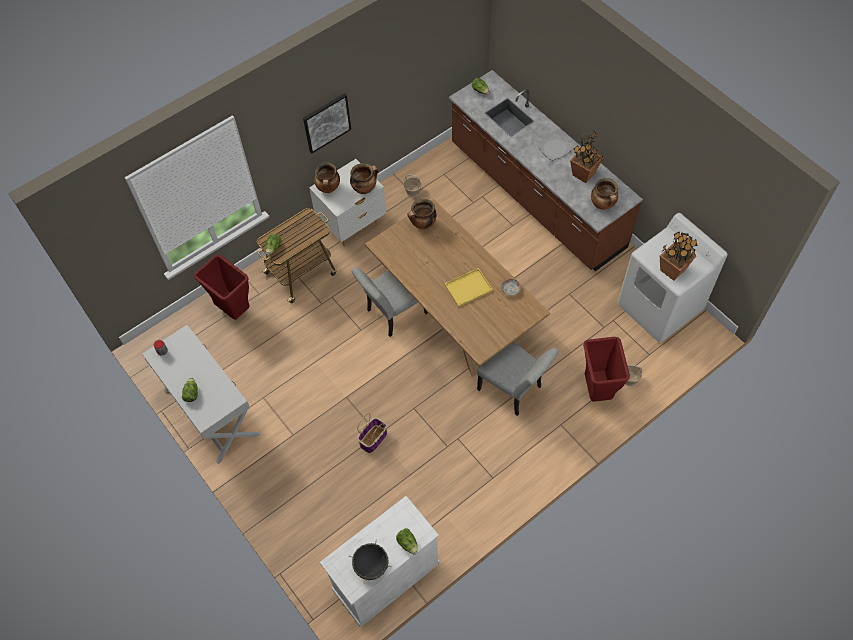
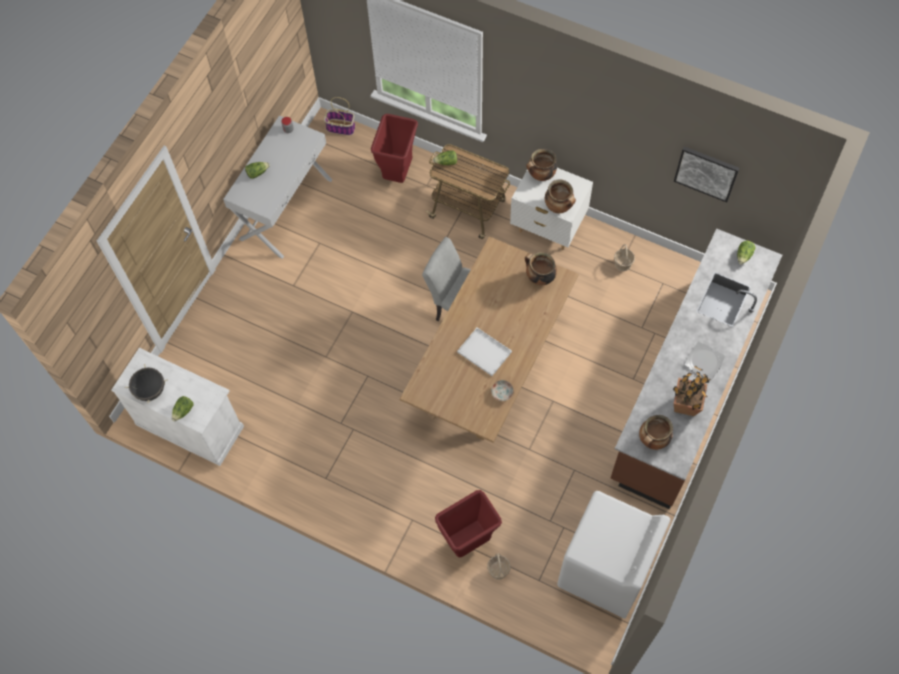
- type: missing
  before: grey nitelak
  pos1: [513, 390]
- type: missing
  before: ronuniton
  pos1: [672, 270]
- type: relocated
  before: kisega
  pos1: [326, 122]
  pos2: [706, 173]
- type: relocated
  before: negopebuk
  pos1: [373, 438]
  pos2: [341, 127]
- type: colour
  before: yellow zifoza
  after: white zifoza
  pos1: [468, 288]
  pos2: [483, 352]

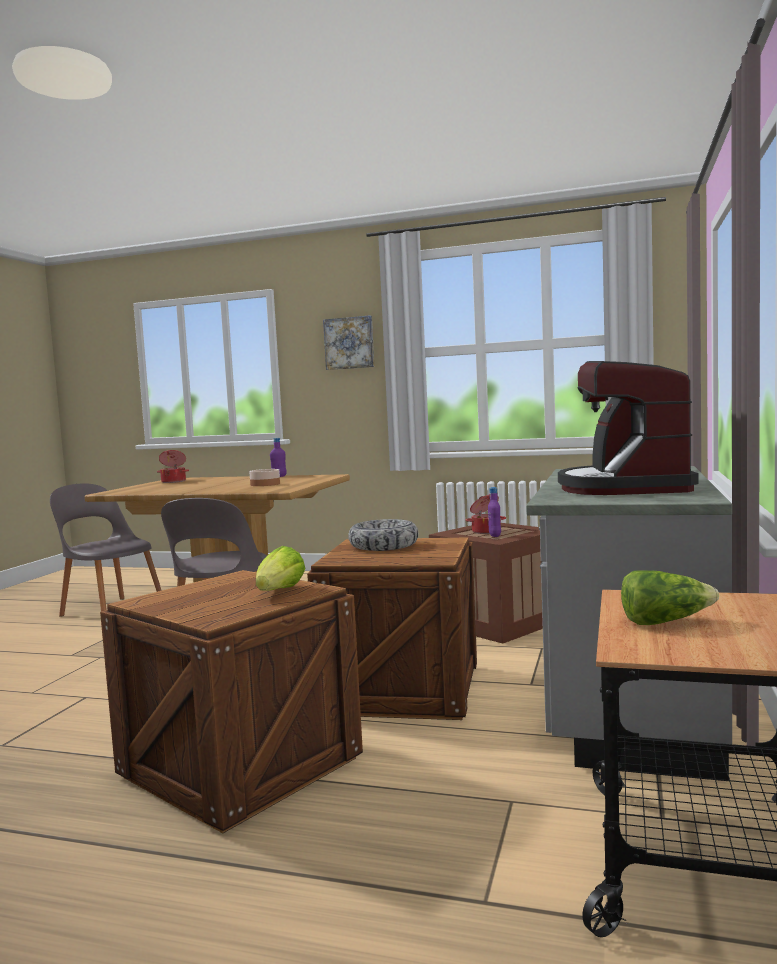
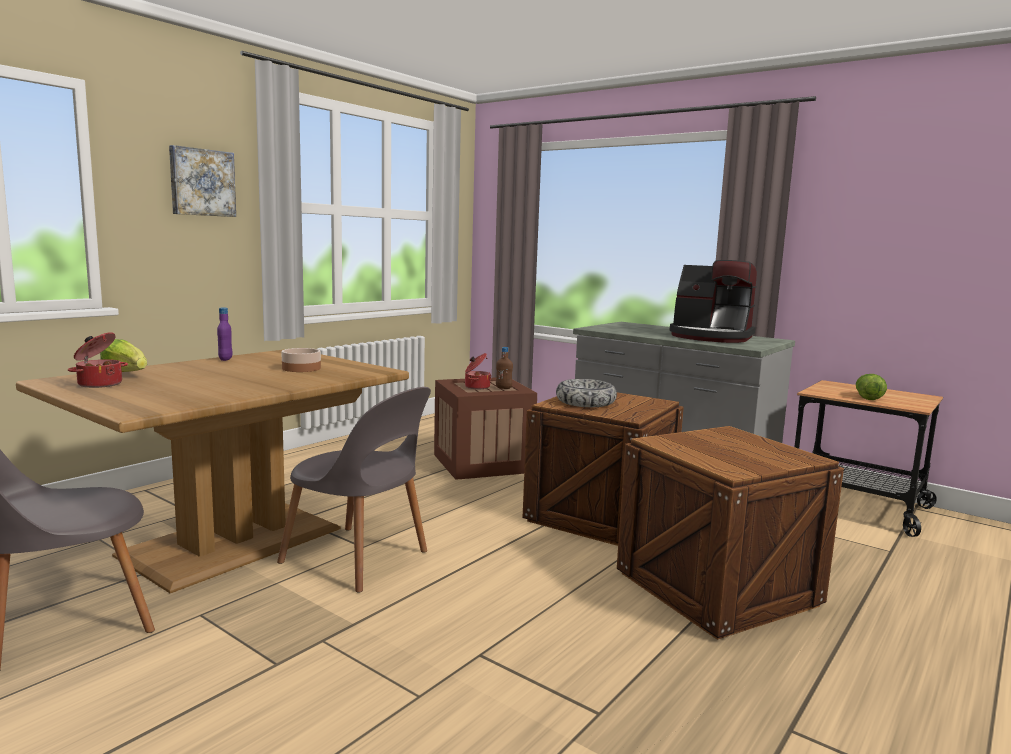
- type: relocated
  before: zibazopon
  pos1: [280, 592]
  pos2: [126, 374]
- type: colour
  before: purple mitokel
  after: brown mitokel
  pos1: [495, 535]
  pos2: [503, 388]

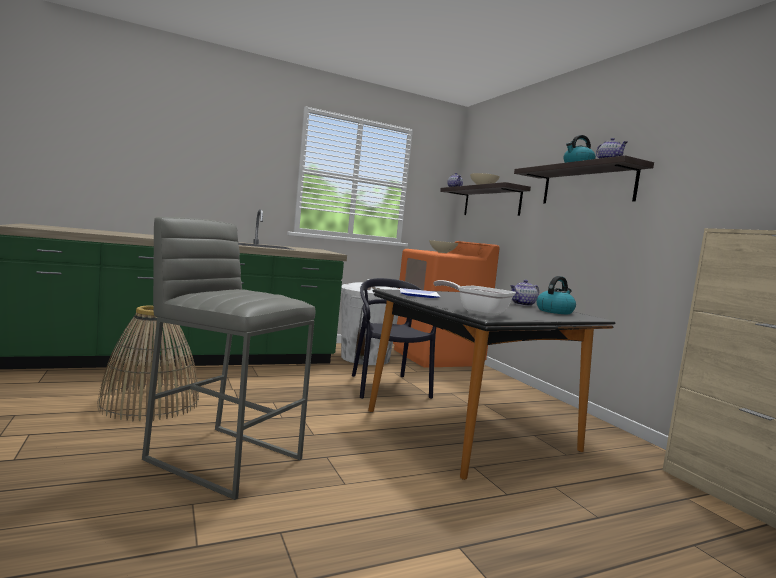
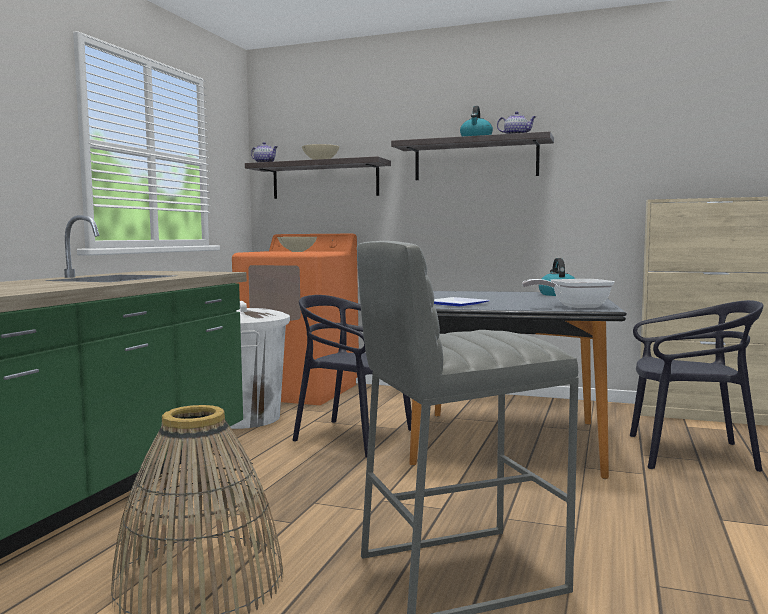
- type: missing
  before: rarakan
  pos1: [522, 304]
- type: appeared
  after: black nitelak
  pos2: [689, 454]

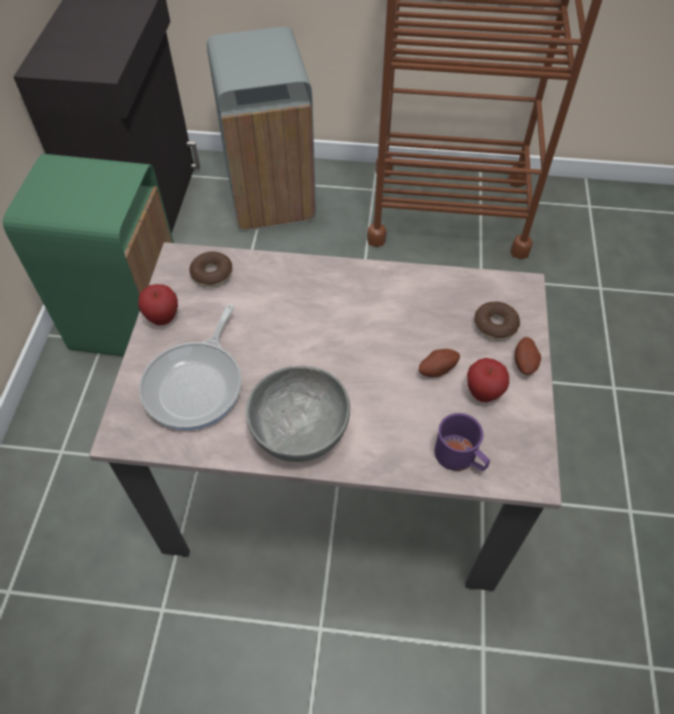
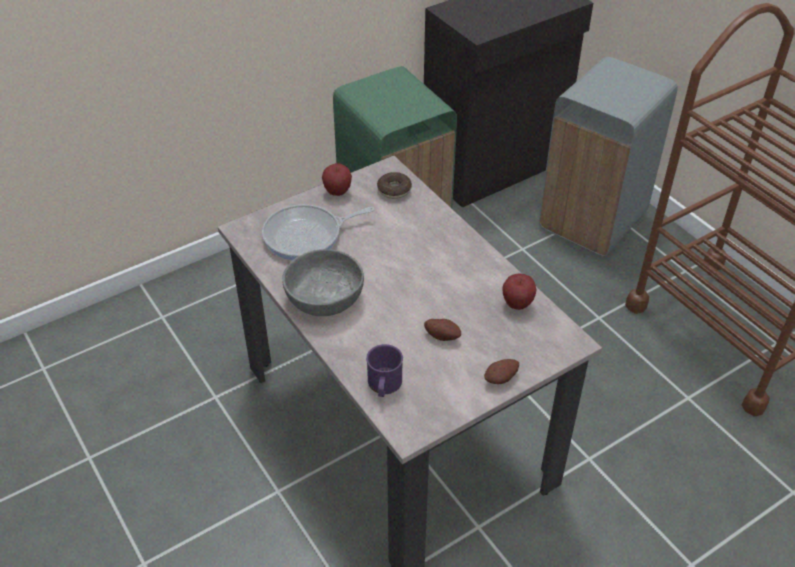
- type: missing
  before: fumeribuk
  pos1: [495, 325]
- type: relocated
  before: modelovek
  pos1: [483, 393]
  pos2: [517, 304]

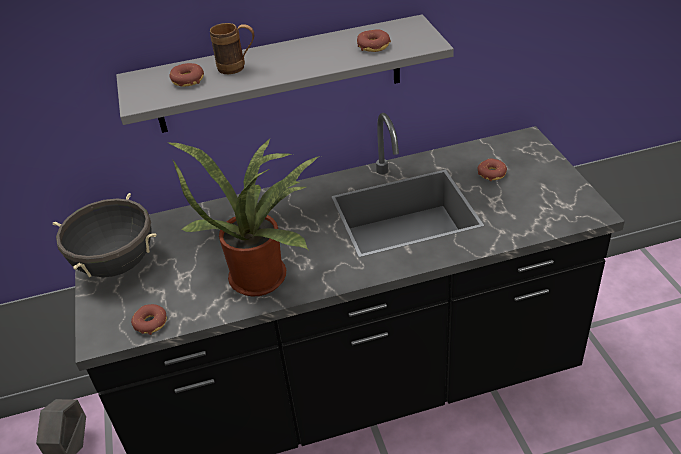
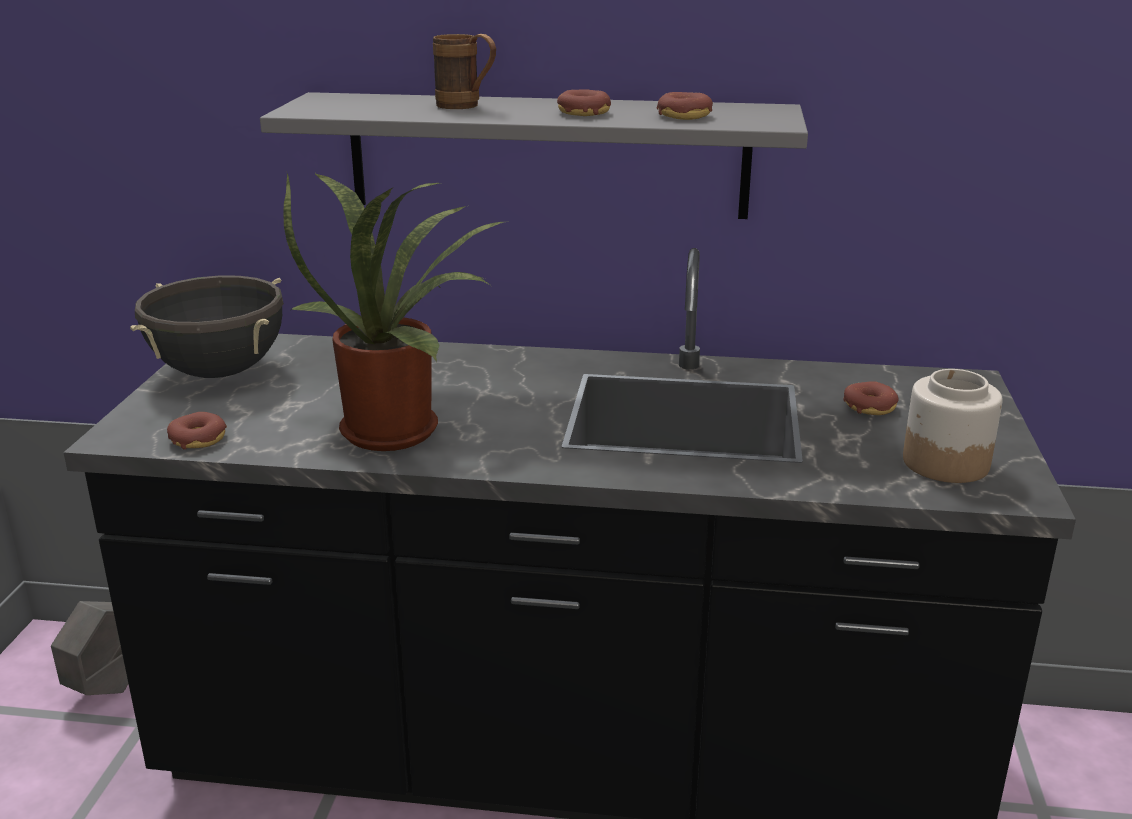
- type: appeared
  after: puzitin
  pos2: [945, 462]
- type: relocated
  before: fumeribuk
  pos1: [188, 80]
  pos2: [583, 112]

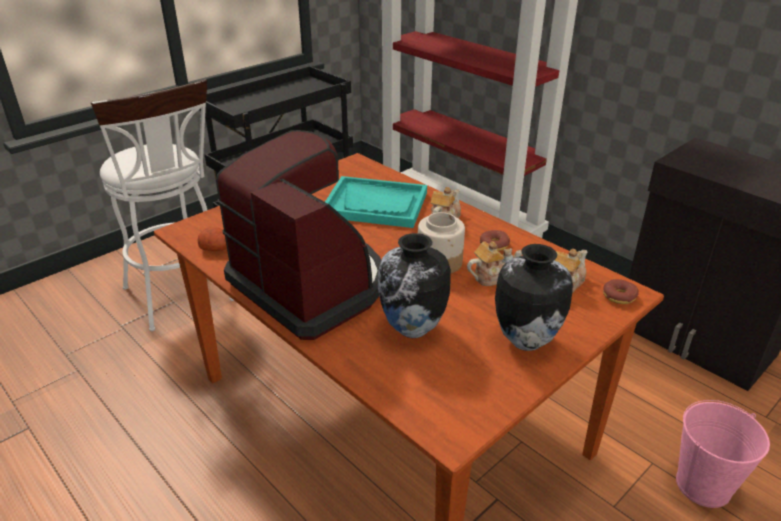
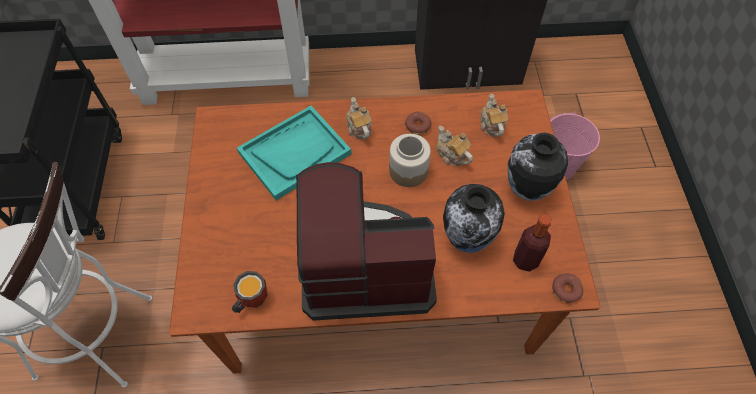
- type: appeared
  after: mitokel
  pos2: [525, 260]
- type: relocated
  before: fumeribuk
  pos1: [619, 296]
  pos2: [566, 290]
- type: exchanged
  before: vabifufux
  after: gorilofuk
  pos1: [217, 248]
  pos2: [251, 300]
- type: spun
  before: rarakan
  pos1: [493, 277]
  pos2: [451, 155]
  turn: -60

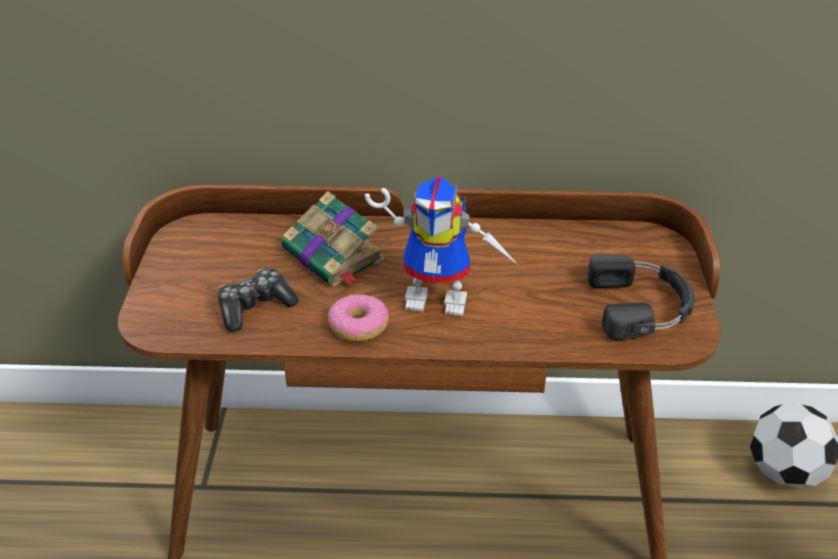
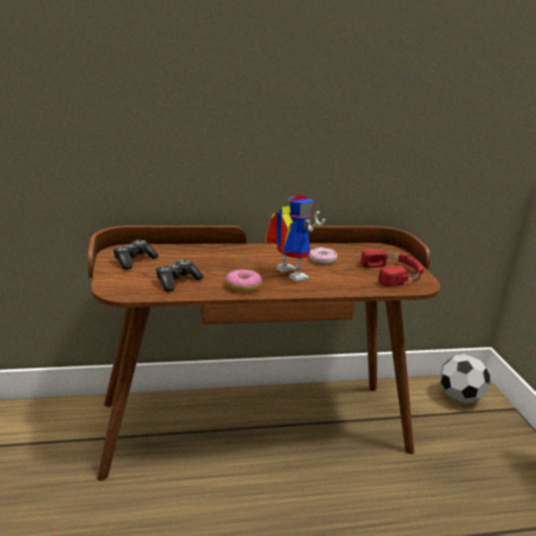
- type: missing
  before: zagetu
  pos1: [334, 256]
- type: appeared
  after: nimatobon
  pos2: [134, 260]
- type: appeared
  after: fumeribuk
  pos2: [322, 260]
- type: colour
  before: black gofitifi
  after: red gofitifi
  pos1: [641, 305]
  pos2: [394, 273]
- type: spun
  before: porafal
  pos1: [442, 297]
  pos2: [285, 274]
  turn: -120

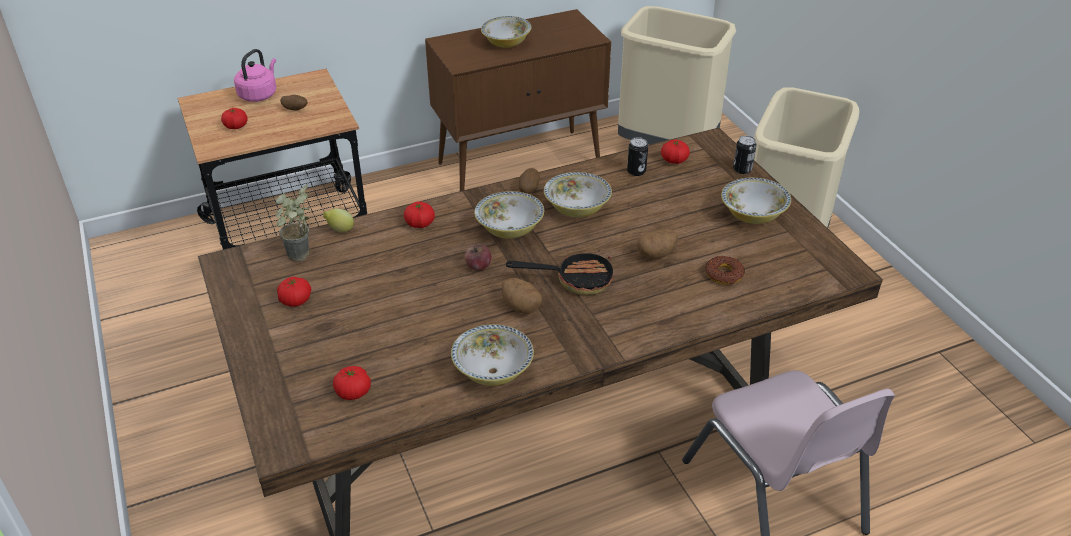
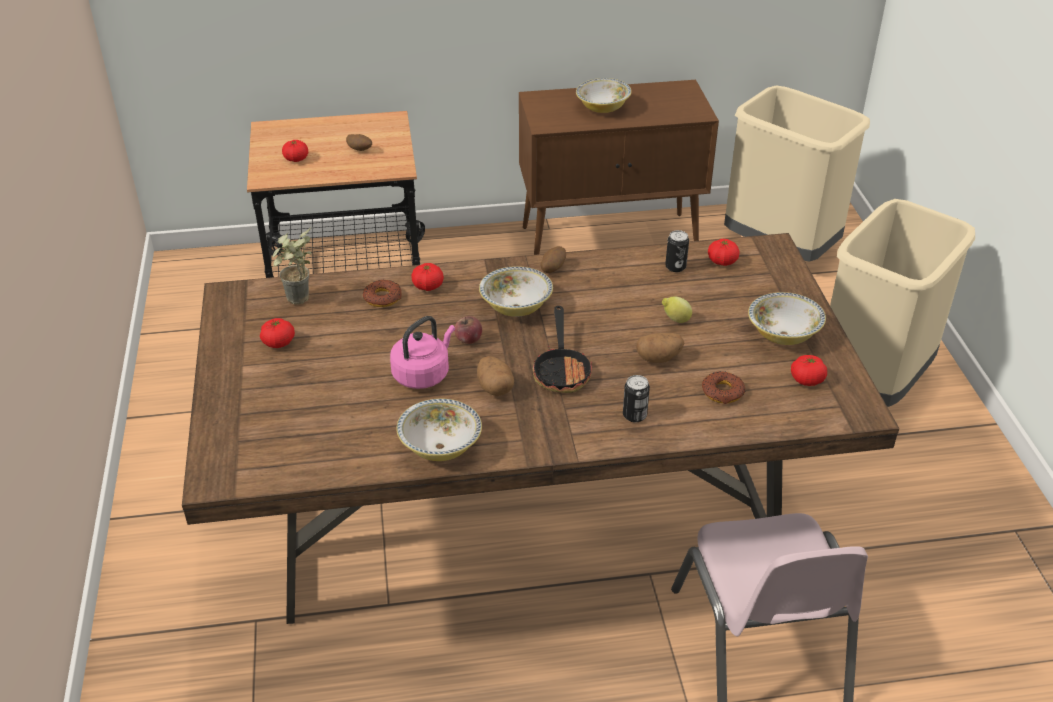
- type: missing
  before: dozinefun
  pos1: [577, 208]
- type: appeared
  after: fumeribuk
  pos2: [382, 297]
- type: relocated
  before: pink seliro
  pos1: [259, 94]
  pos2: [423, 374]
- type: relocated
  before: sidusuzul
  pos1: [340, 230]
  pos2: [675, 320]
- type: relocated
  before: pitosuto
  pos1: [353, 392]
  pos2: [807, 380]
- type: relocated
  before: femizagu
  pos1: [742, 169]
  pos2: [634, 415]
- type: spun
  before: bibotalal
  pos1: [575, 279]
  pos2: [562, 370]
  turn: 75

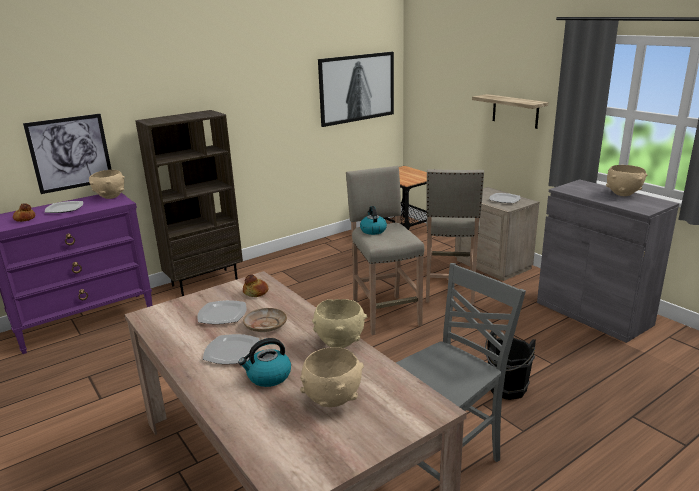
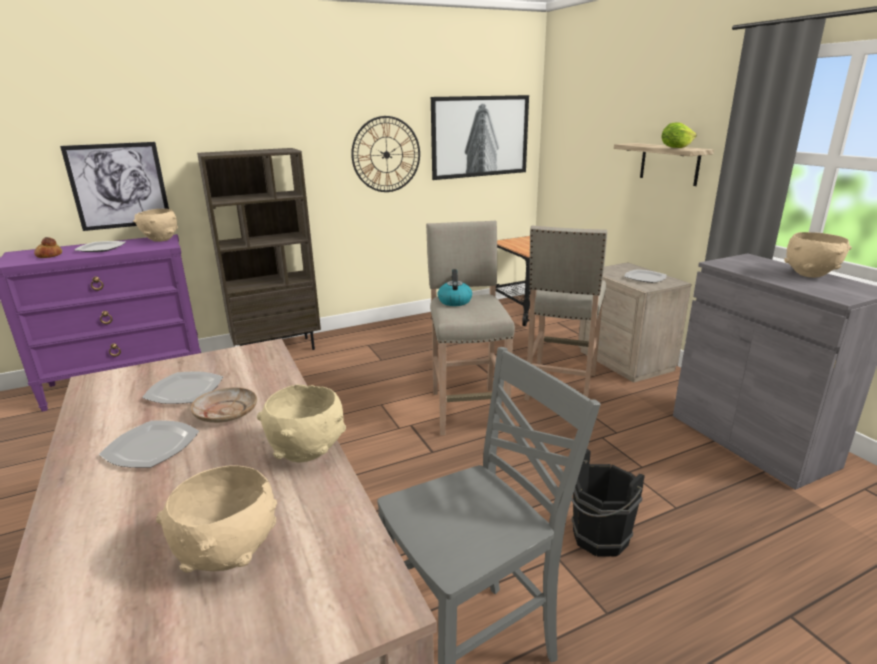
- type: missing
  before: seliro
  pos1: [268, 376]
- type: missing
  before: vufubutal
  pos1: [256, 292]
- type: appeared
  after: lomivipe
  pos2: [386, 154]
- type: appeared
  after: zibazopon
  pos2: [675, 147]

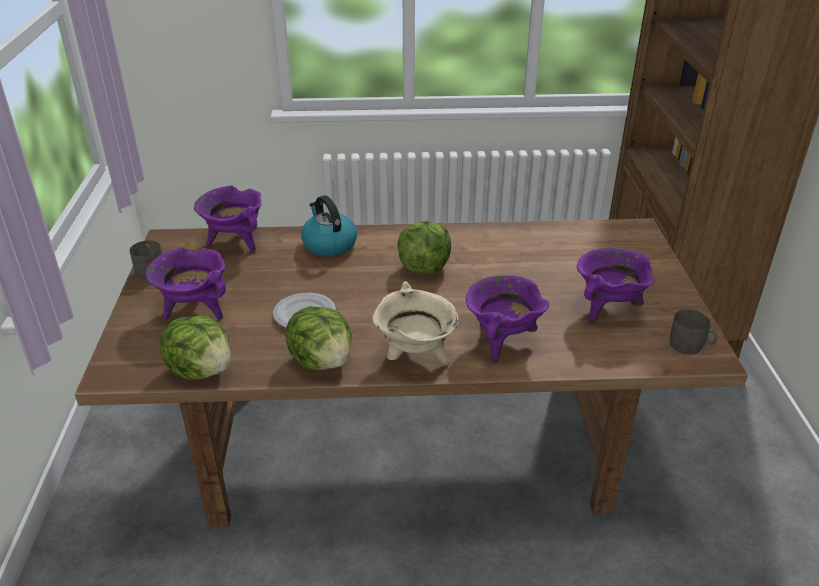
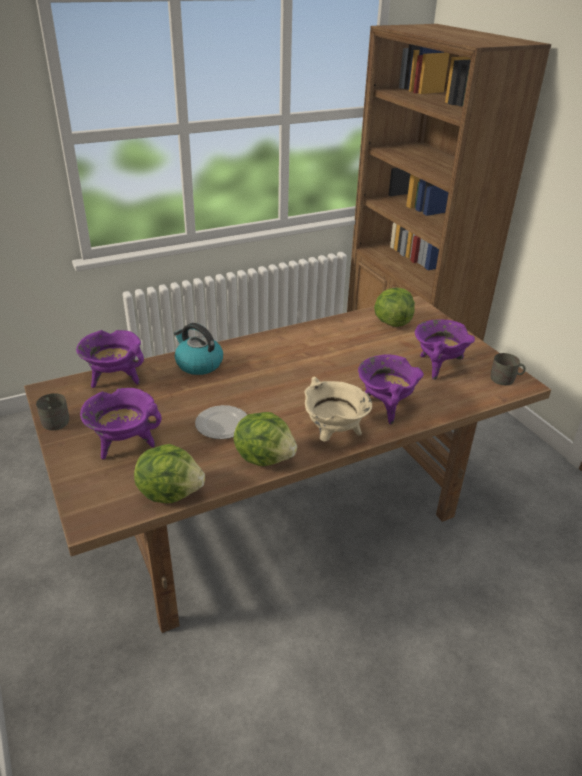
- type: relocated
  before: zibazopon
  pos1: [424, 267]
  pos2: [392, 322]

